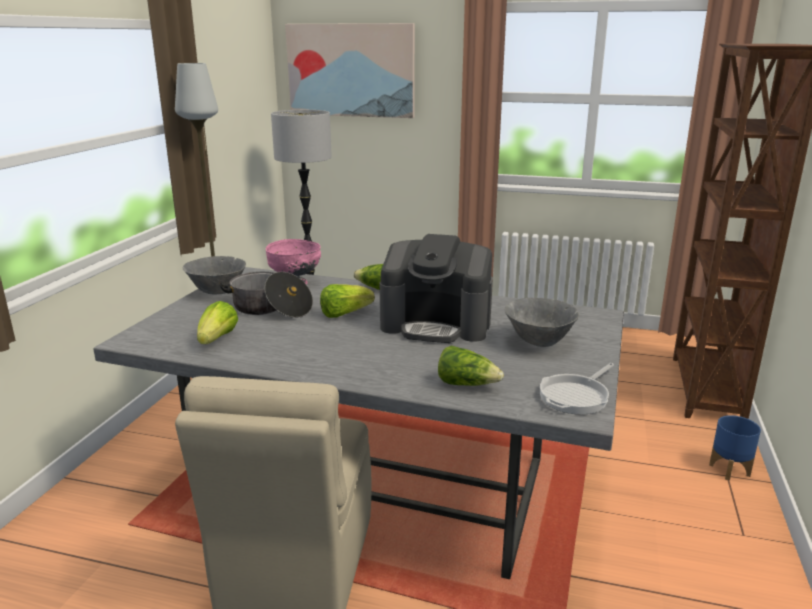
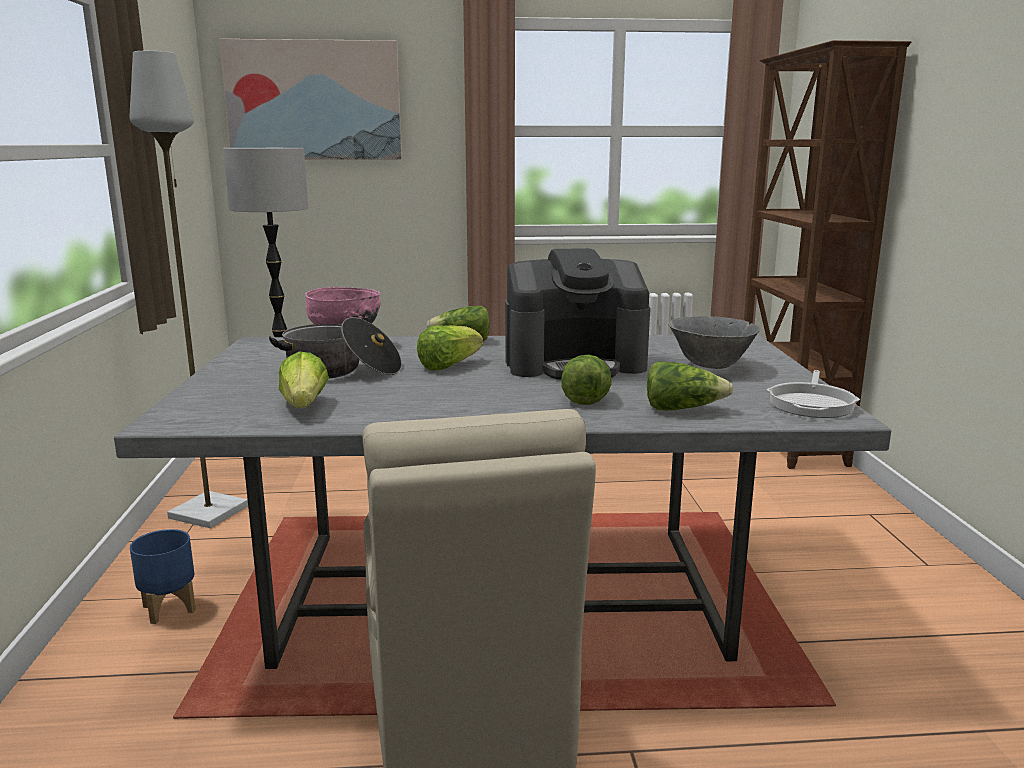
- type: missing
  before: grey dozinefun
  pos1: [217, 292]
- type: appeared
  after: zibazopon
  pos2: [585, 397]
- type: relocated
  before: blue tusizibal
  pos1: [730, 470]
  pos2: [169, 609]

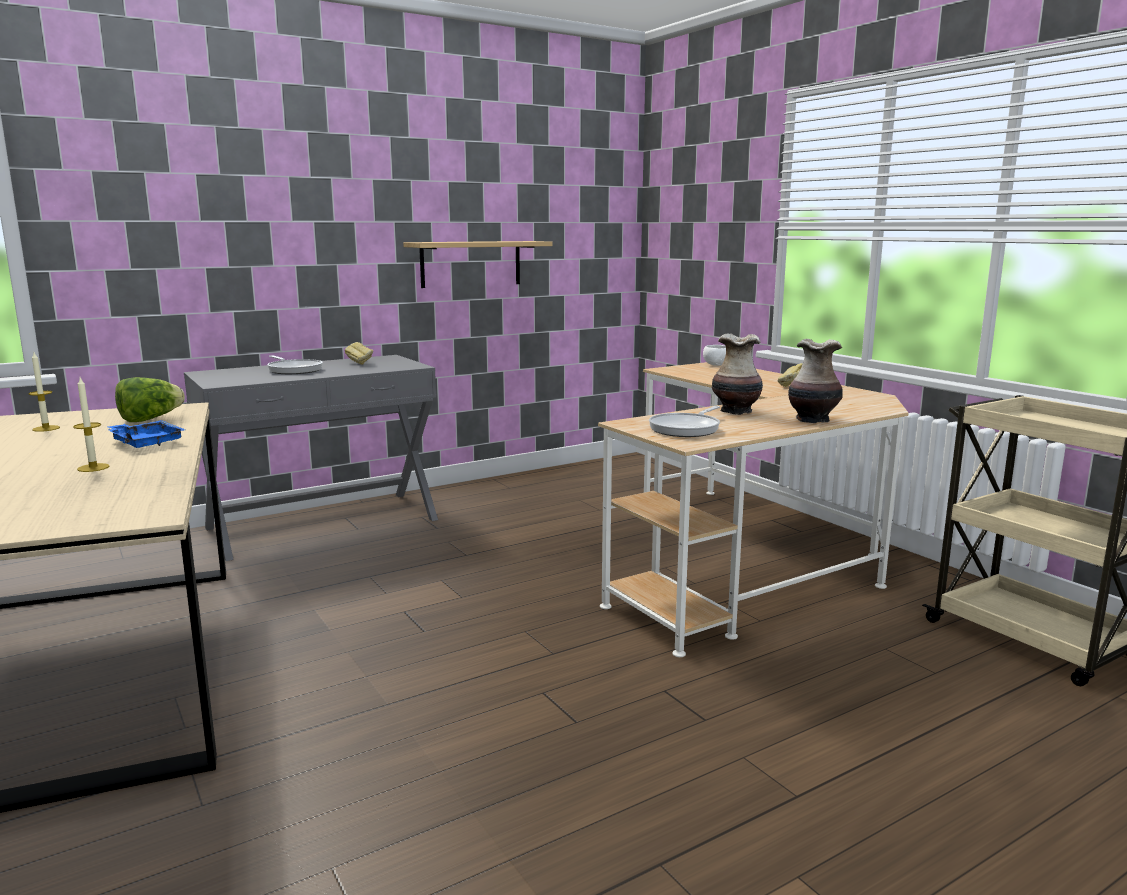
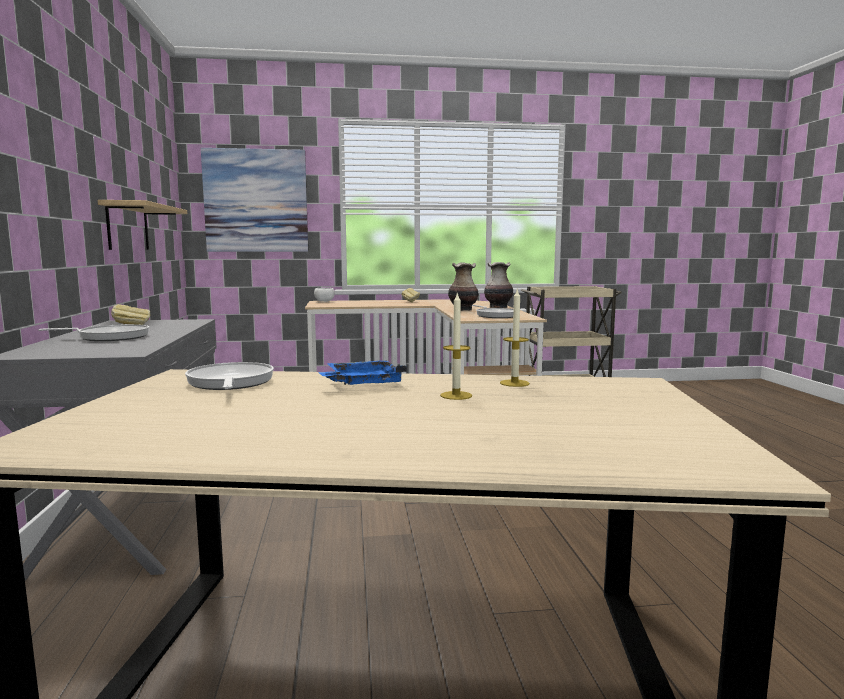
- type: appeared
  after: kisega
  pos2: [256, 201]
- type: relocated
  before: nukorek
  pos1: [46, 428]
  pos2: [514, 383]
- type: exchanged
  before: zibazopon
  after: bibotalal
  pos1: [150, 419]
  pos2: [230, 383]

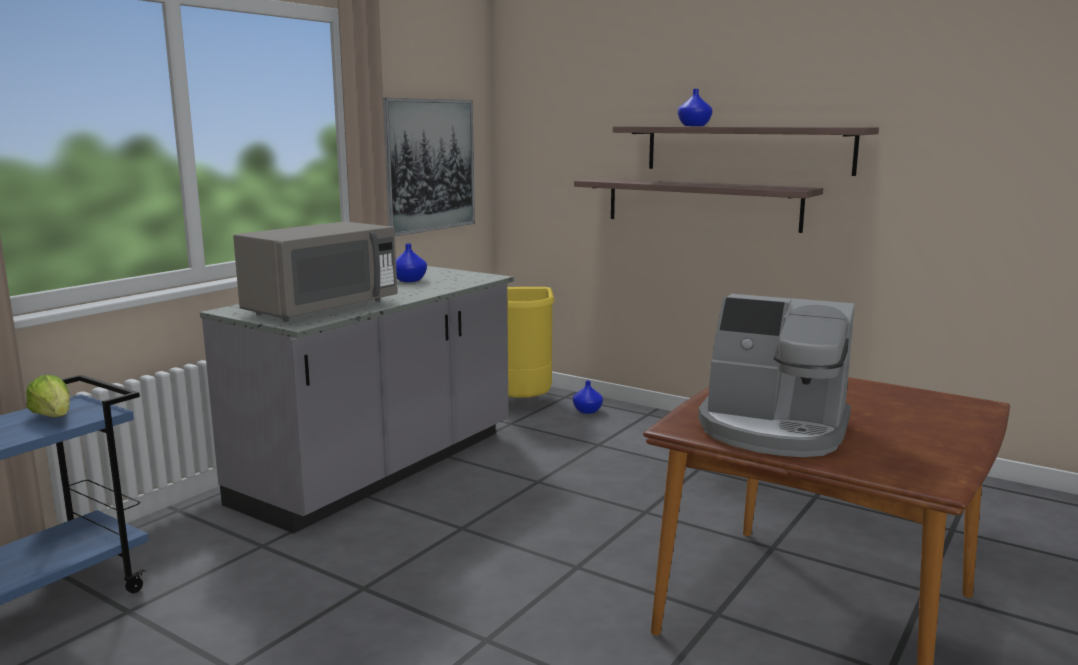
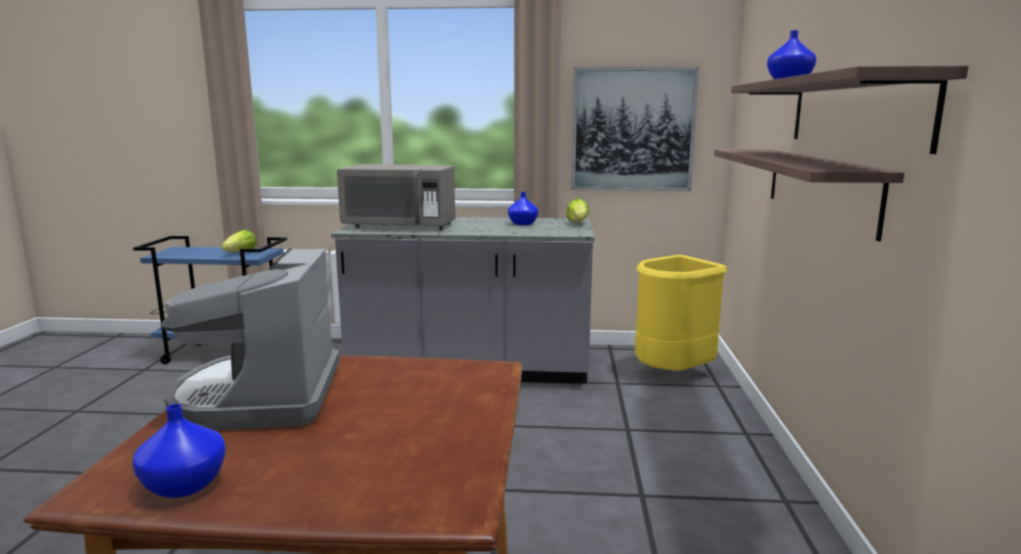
- type: appeared
  after: zibazopon
  pos2: [578, 223]
- type: relocated
  before: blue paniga
  pos1: [587, 411]
  pos2: [186, 484]

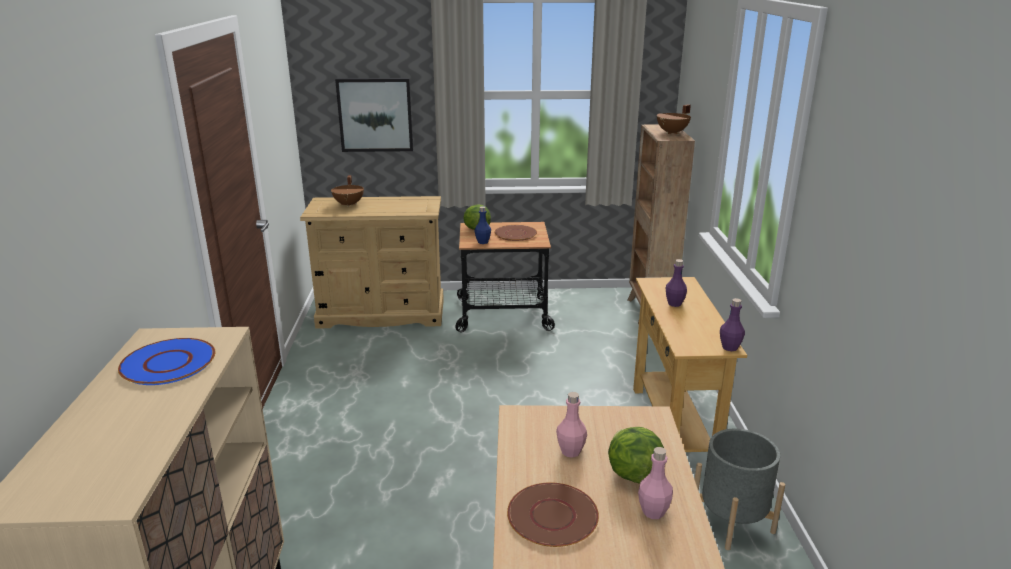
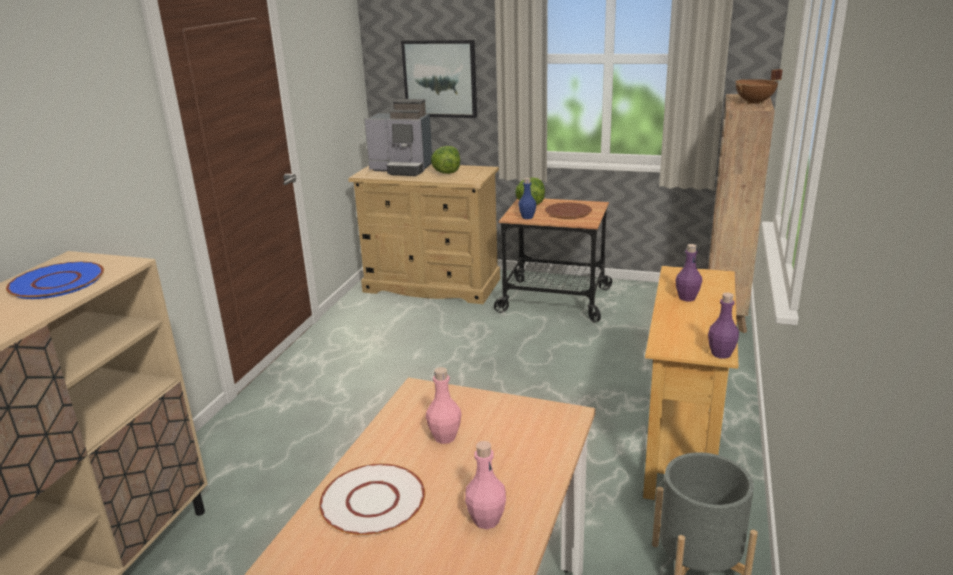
- type: relocated
  before: zibazopon
  pos1: [633, 474]
  pos2: [446, 172]
- type: exchanged
  before: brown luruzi
  after: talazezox
  pos1: [349, 204]
  pos2: [402, 169]
- type: colour
  before: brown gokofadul
  after: white gokofadul
  pos1: [553, 516]
  pos2: [373, 501]

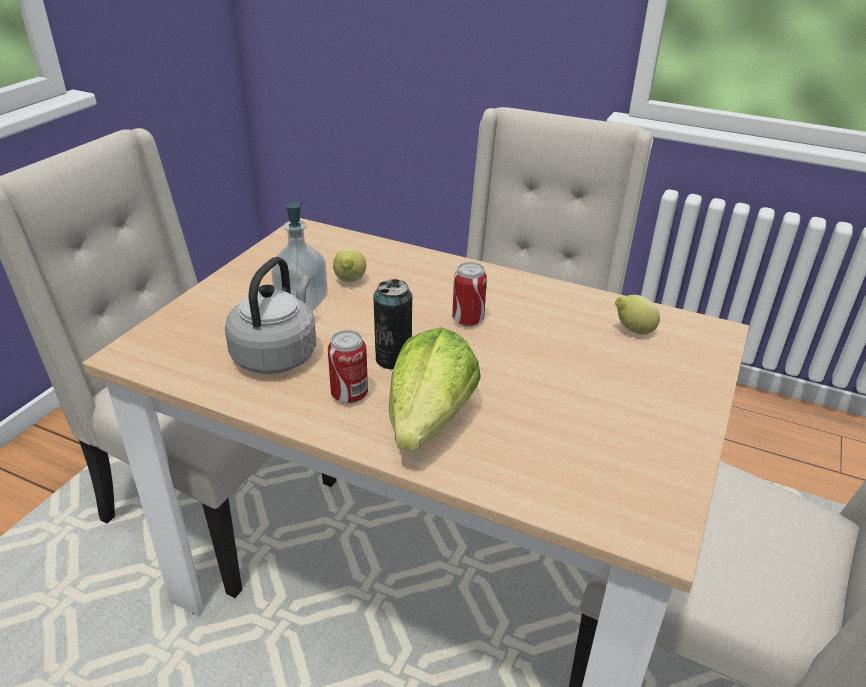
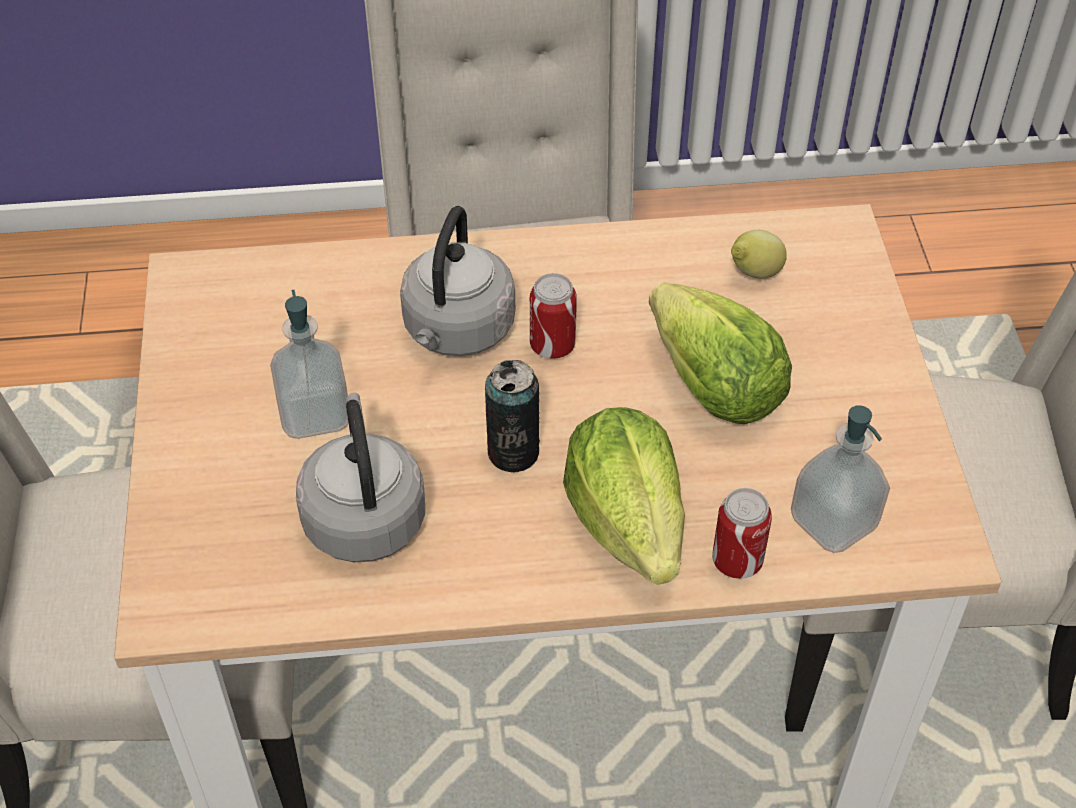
- type: missing
  before: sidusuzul
  pos1: [350, 282]
- type: appeared
  after: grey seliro
  pos2: [457, 331]
- type: appeared
  after: zibazopon
  pos2: [714, 387]
- type: appeared
  after: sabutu
  pos2: [833, 522]
- type: relocated
  before: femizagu
  pos1: [349, 395]
  pos2: [737, 561]

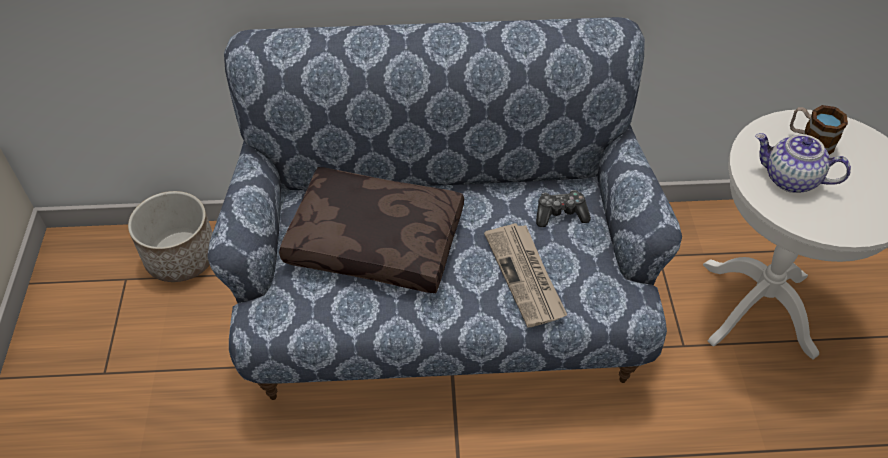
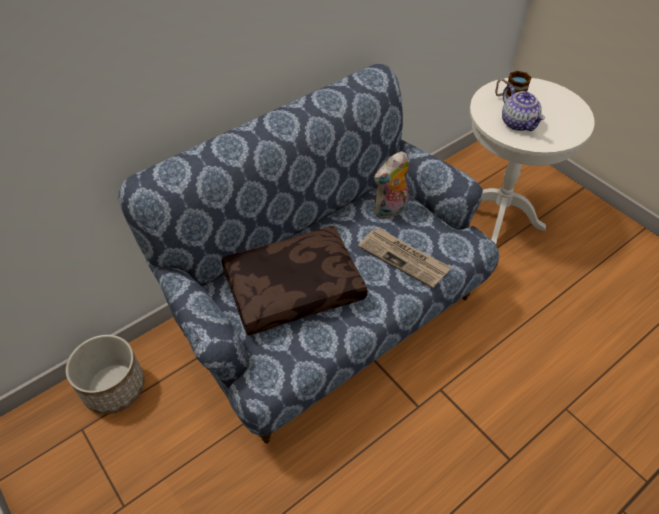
- type: exchanged
  before: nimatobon
  after: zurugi
  pos1: [560, 214]
  pos2: [390, 211]
- type: spun
  before: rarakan
  pos1: [790, 179]
  pos2: [518, 123]
  turn: -105

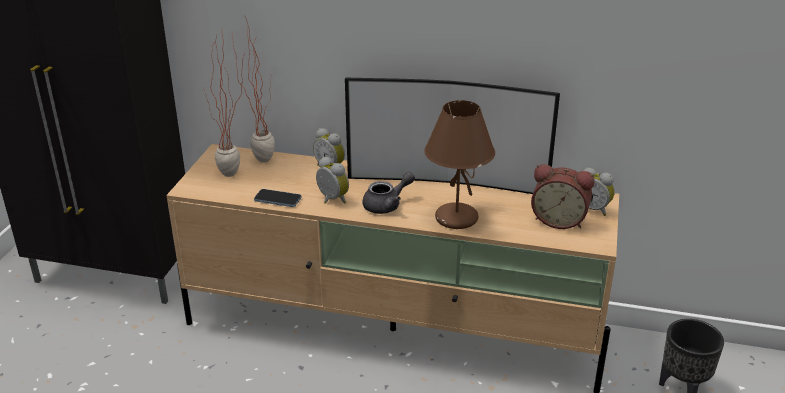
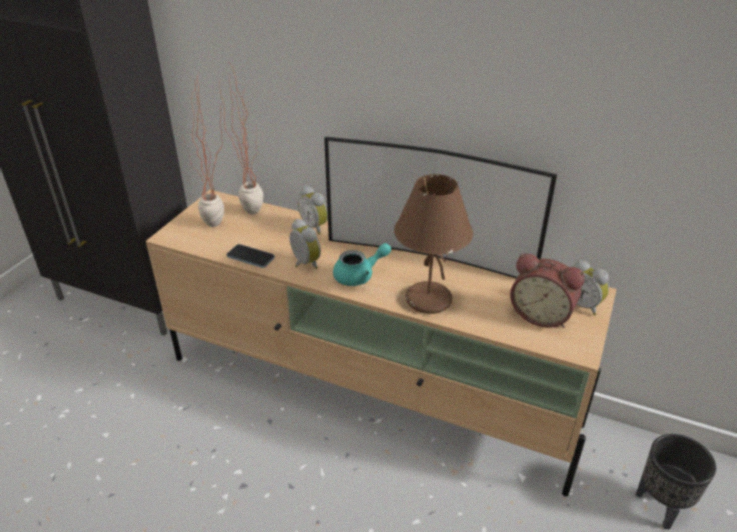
- type: colour
  before: grey rarakan
  after: turquoise rarakan
  pos1: [387, 205]
  pos2: [359, 276]

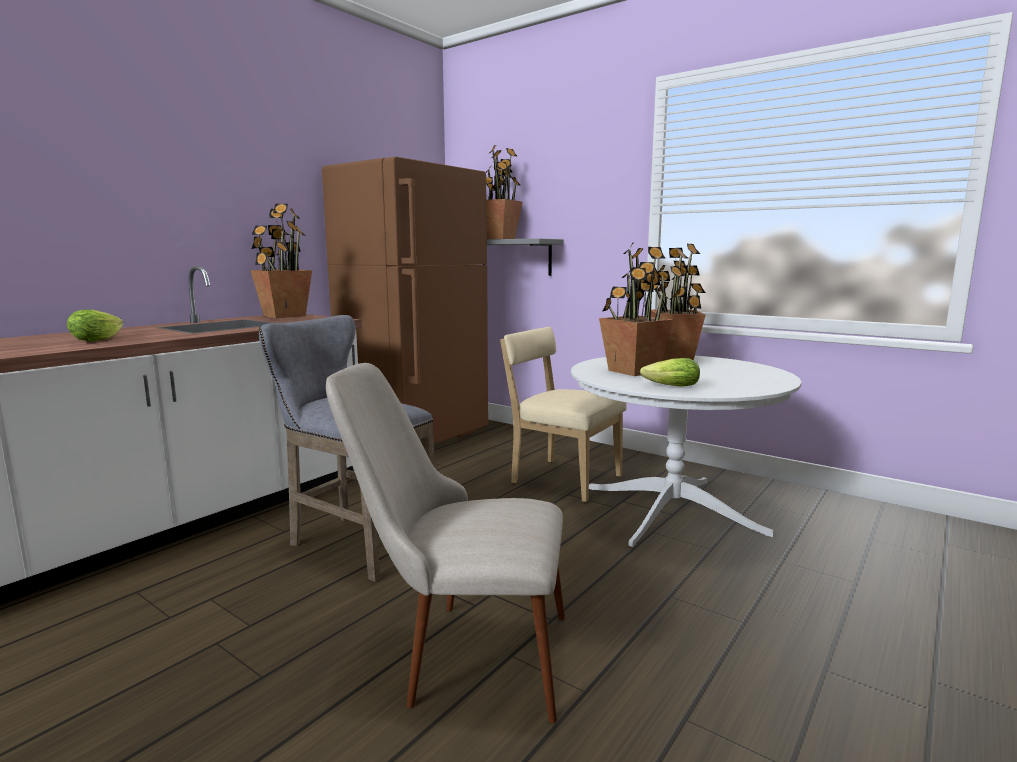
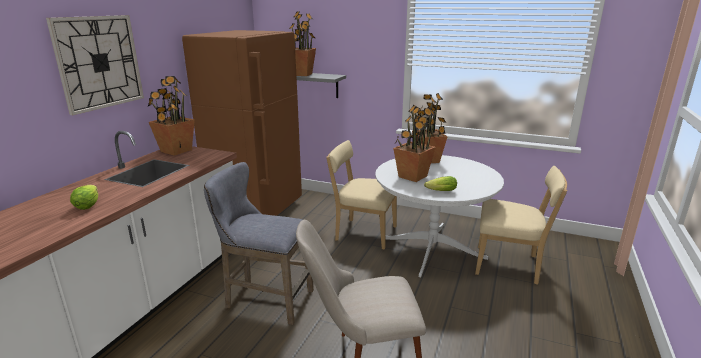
- type: appeared
  after: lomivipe
  pos2: [99, 62]
- type: appeared
  after: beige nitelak
  pos2: [510, 266]

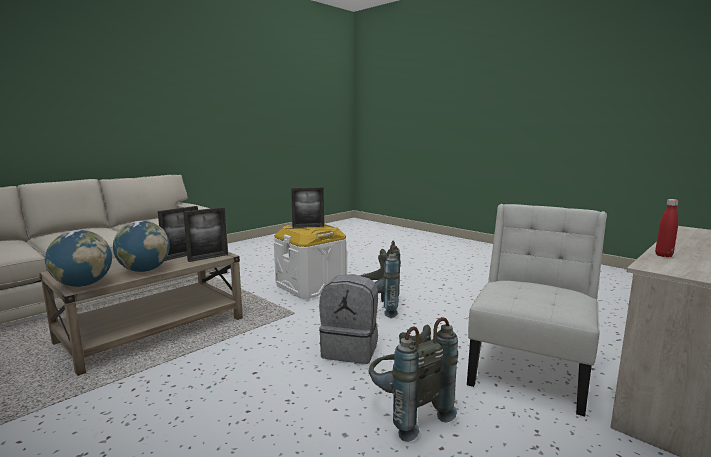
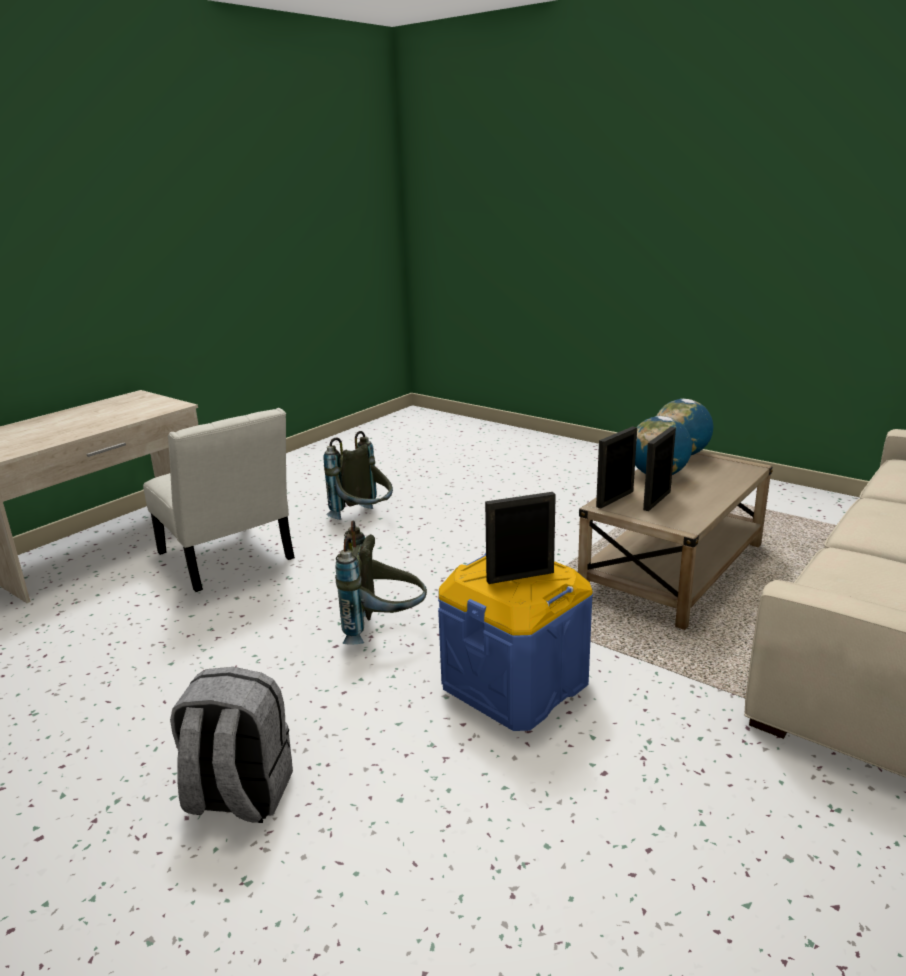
- type: missing
  before: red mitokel
  pos1: [663, 255]
- type: relocated
  before: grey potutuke
  pos1: [350, 350]
  pos2: [239, 796]
- type: colour
  before: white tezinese
  after: blue tezinese
  pos1: [311, 286]
  pos2: [514, 684]
- type: spun
  before: white nitelak
  pos1: [531, 368]
  pos2: [228, 559]
  turn: -60

